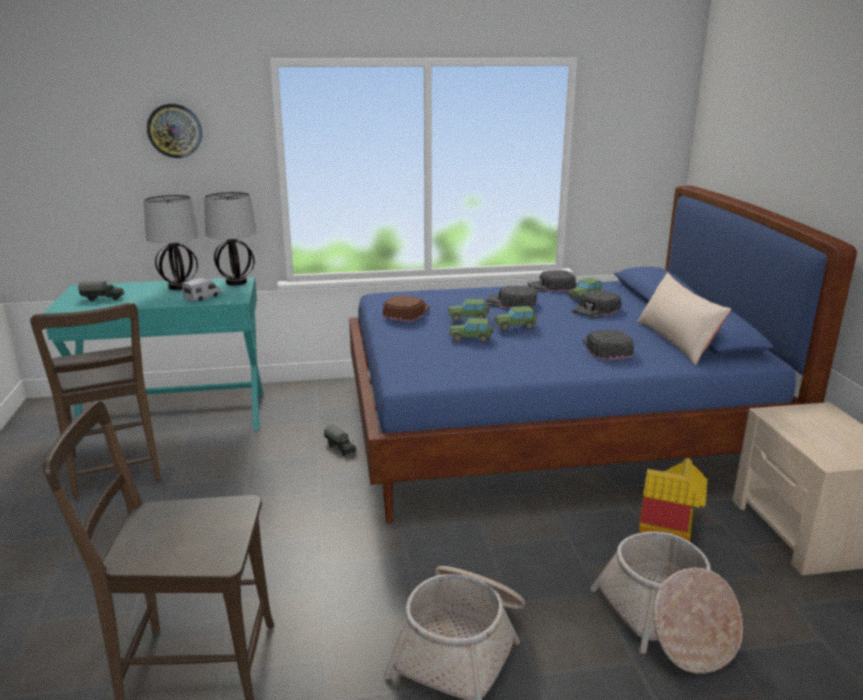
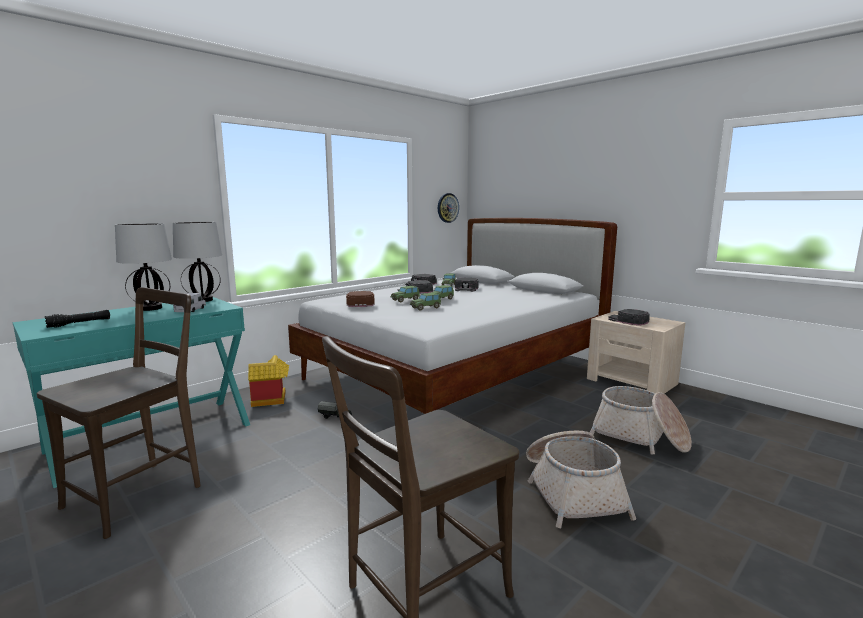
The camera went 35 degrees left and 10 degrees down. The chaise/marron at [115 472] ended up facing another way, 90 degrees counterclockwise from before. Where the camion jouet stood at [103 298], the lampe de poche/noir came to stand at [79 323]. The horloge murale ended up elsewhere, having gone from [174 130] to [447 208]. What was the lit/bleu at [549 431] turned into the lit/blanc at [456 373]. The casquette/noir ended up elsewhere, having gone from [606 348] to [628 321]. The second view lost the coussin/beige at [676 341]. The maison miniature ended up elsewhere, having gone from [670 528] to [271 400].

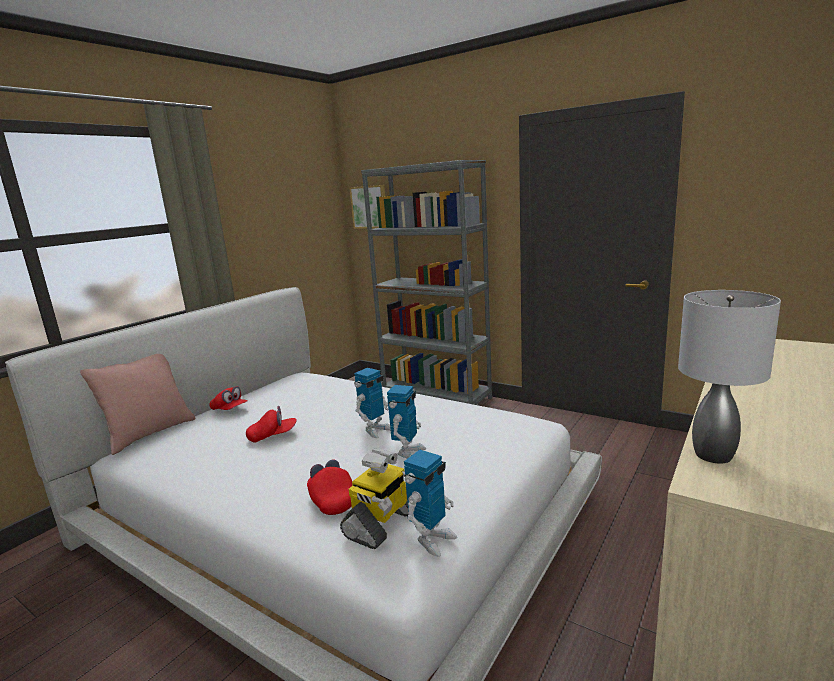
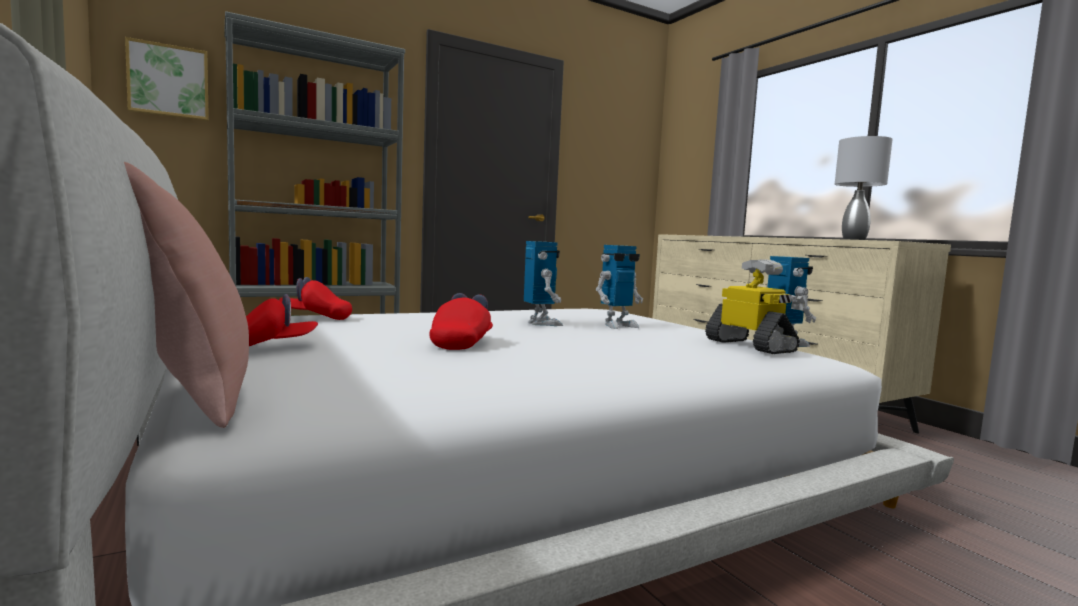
The camera went 65 degrees left and 10 degrees down. The casquette/rouge ended up elsewhere, having gone from [331 500] to [316 318]. The robot jouet at [408 453] ended up facing another way, 105 degrees clockwise from before.

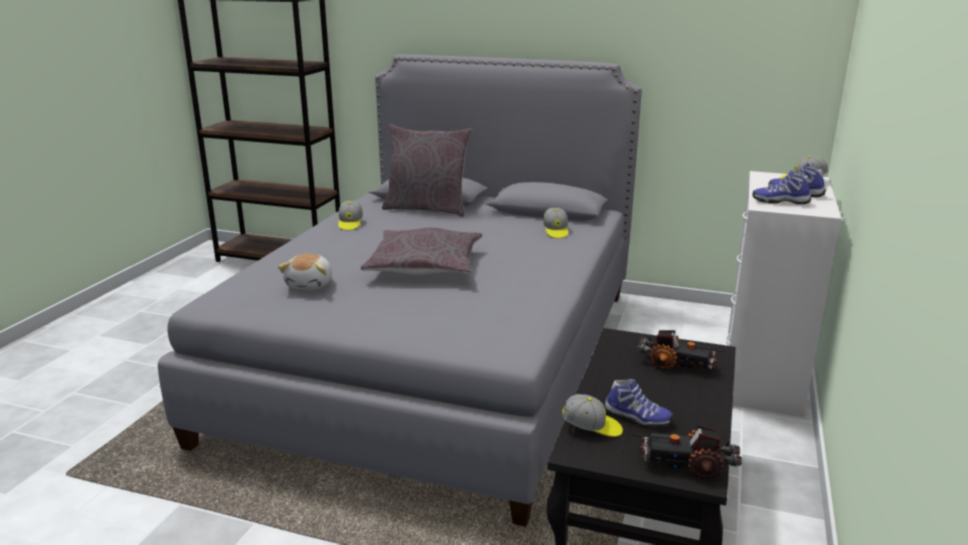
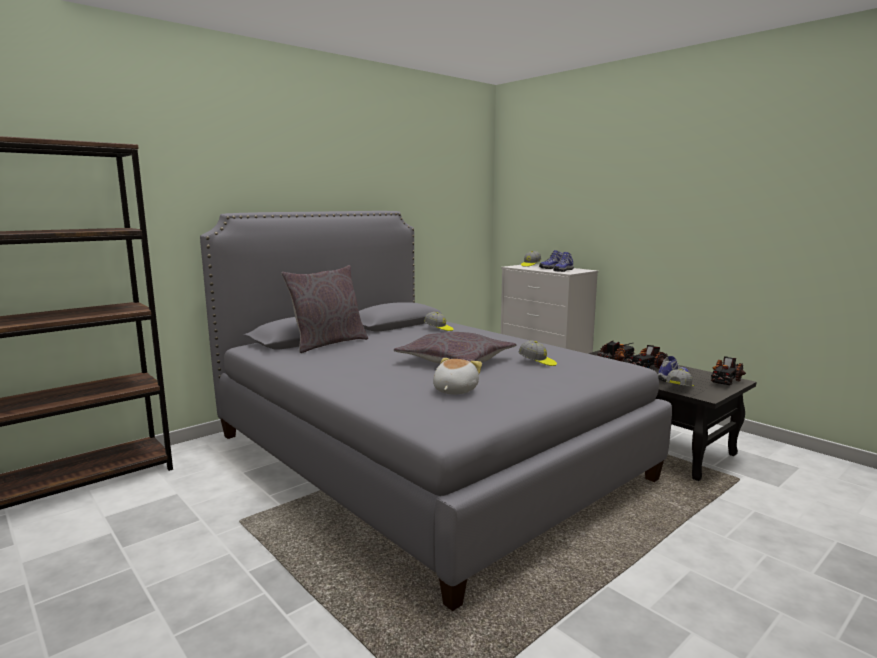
The camera went 60 degrees left and 10 degrees down. The peluche at [311 284] ended up facing another way, 105 degrees counterclockwise from before. The casquette ended up elsewhere, having gone from [350 223] to [537 362]. The second view gained the camion jouet at [646 367].

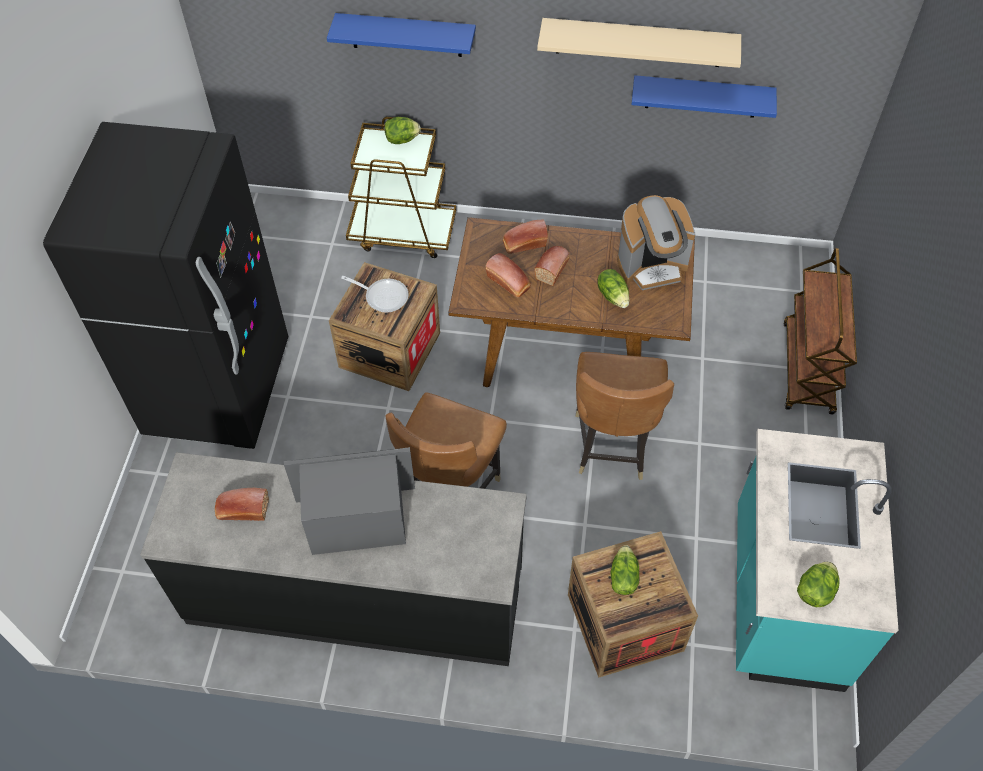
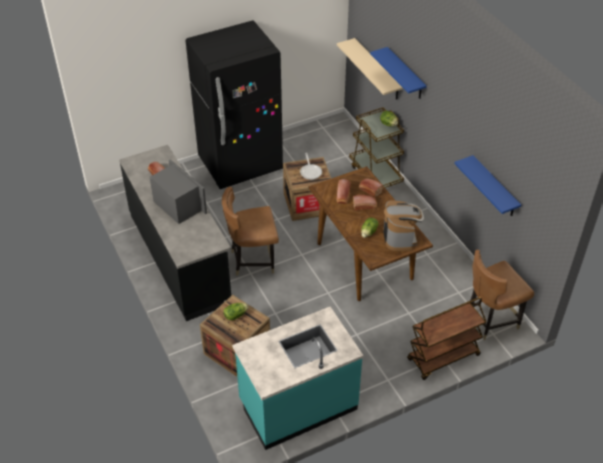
The camera went 55 degrees right and 10 degrees down. The étagère/beige ended up elsewhere, having gone from [639 42] to [377 69]. The chaise/marron ended up elsewhere, having gone from [612 445] to [490 320]. The machine à café at [652 266] ended up facing another way, 135 degrees counterclockwise from before. The second view lost the laitue at [815 591].

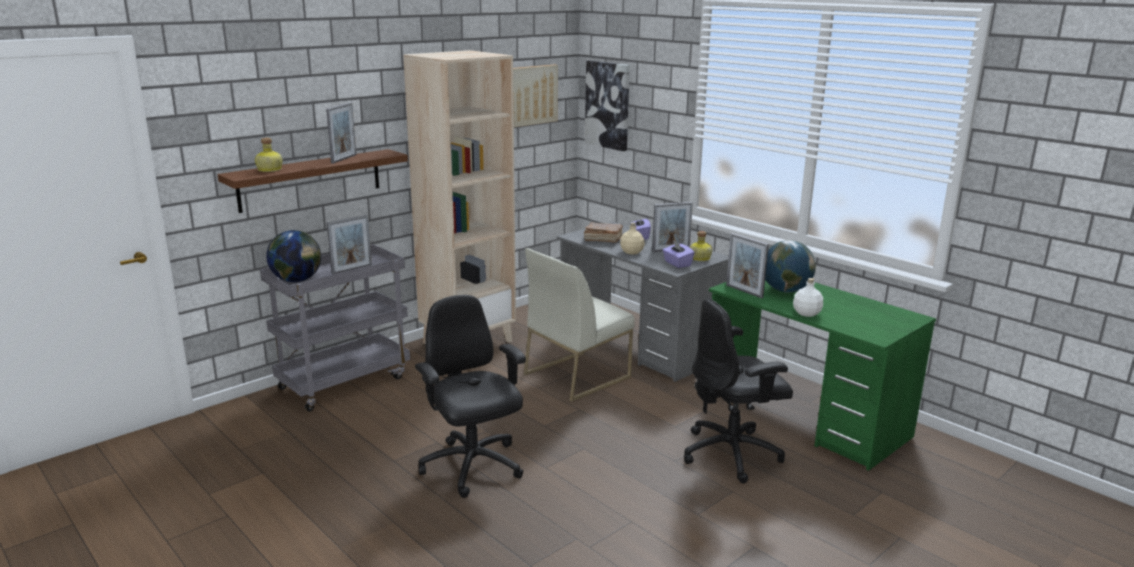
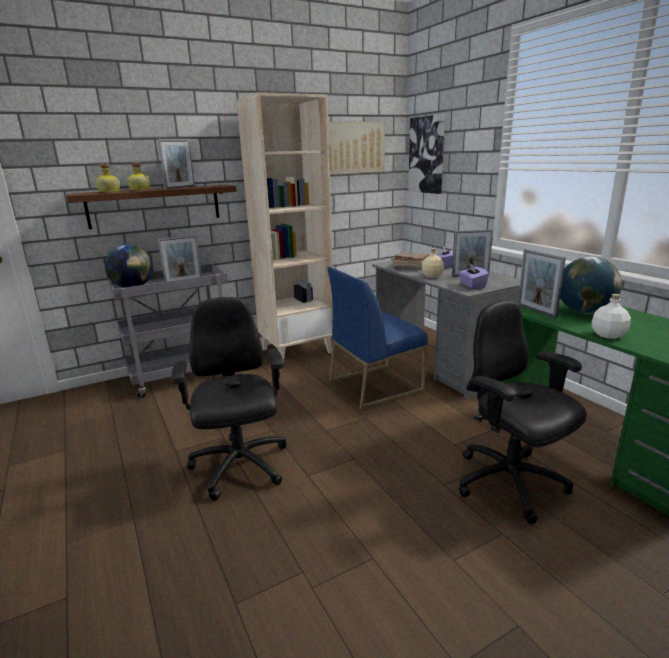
The camera went 15 degrees right and 0 degrees up. What was the chaise/blanc at [577 375] turned into the chaise/bleu at [375 385]. The chaise de bureau/noir at [732 454] ended up facing another way, 60 degrees clockwise from before. The bouteille ended up elsewhere, having gone from [699 258] to [140 190].

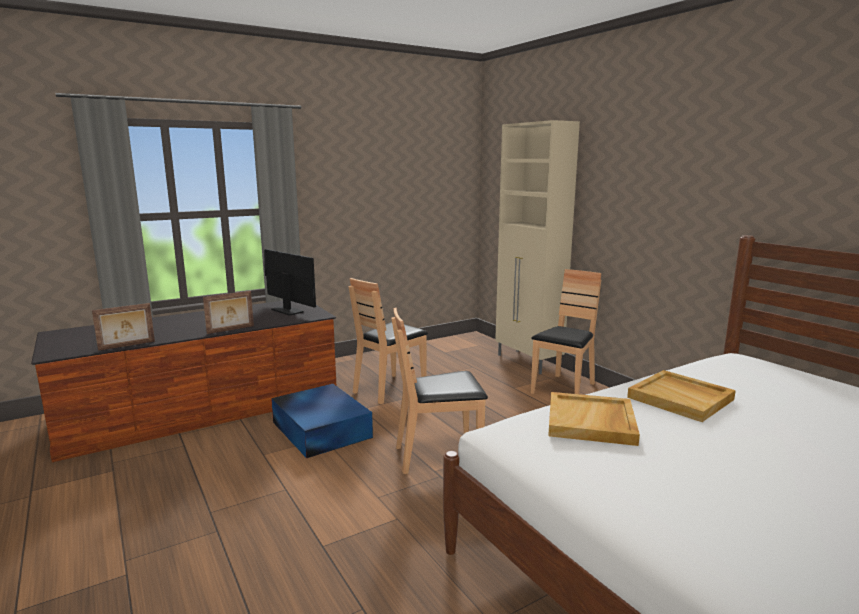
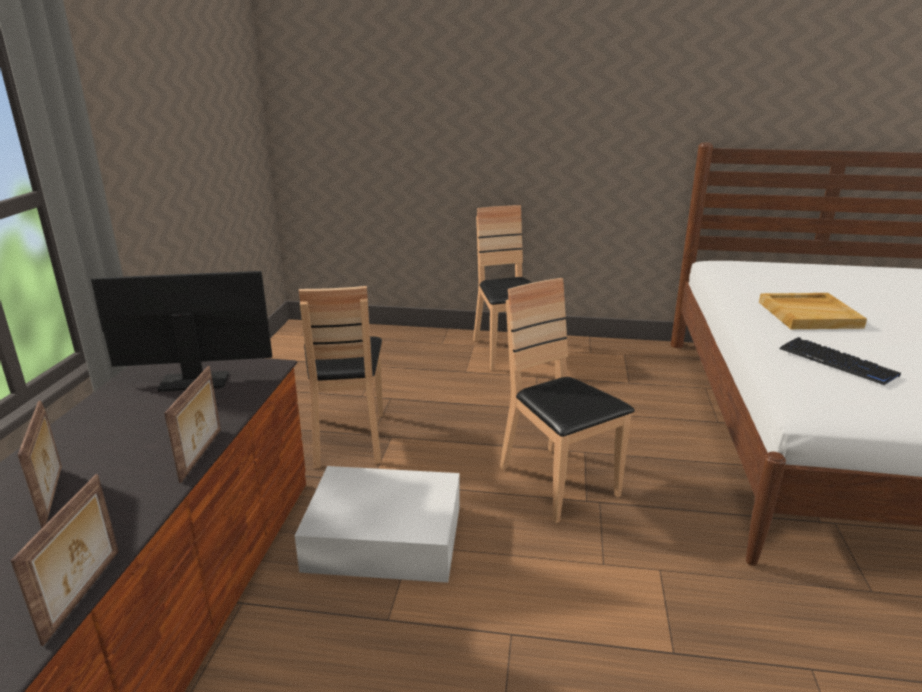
The camera went 50 degrees left and 10 degrees up. What was the boîte de rangement/bleu at [321 429] turned into the boîte de rangement/blanc at [382 536]. The chaise/marron at [439 456] ended up facing another way, 120 degrees clockwise from before. The second view lost the meuble de rangement/beige at [528 362]. Where the plateau/beige stood at [591 422], the clavier came to stand at [837 362]. The second view gained the cadre photo at [54 496].

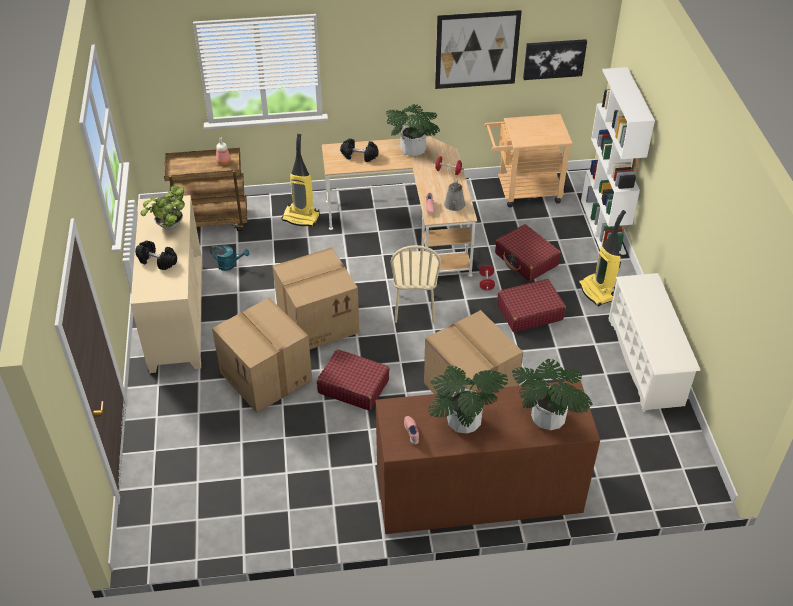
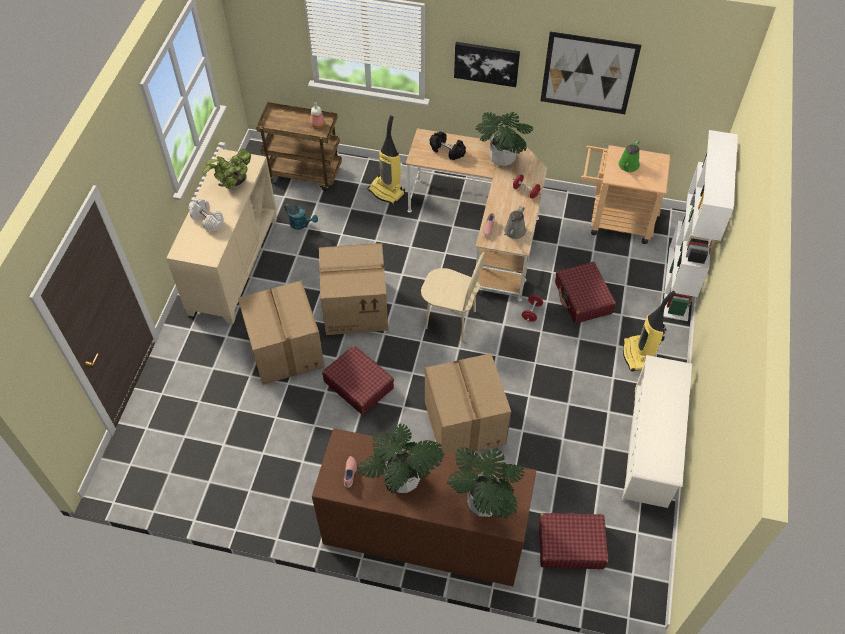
The camera went 20 degrees right and 10 degrees up. What was the haltère/noir at [157 261] turned into the haltère/blanc at [207 220]. The chaise/beige at [414 308] ended up facing another way, 90 degrees counterclockwise from before. The valise/rouge ended up elsewhere, having gone from [529 312] to [570 545]. The tableau ended up elsewhere, having gone from [554 58] to [486 63]. The second view gained the arrosoir/vert at [628 166].

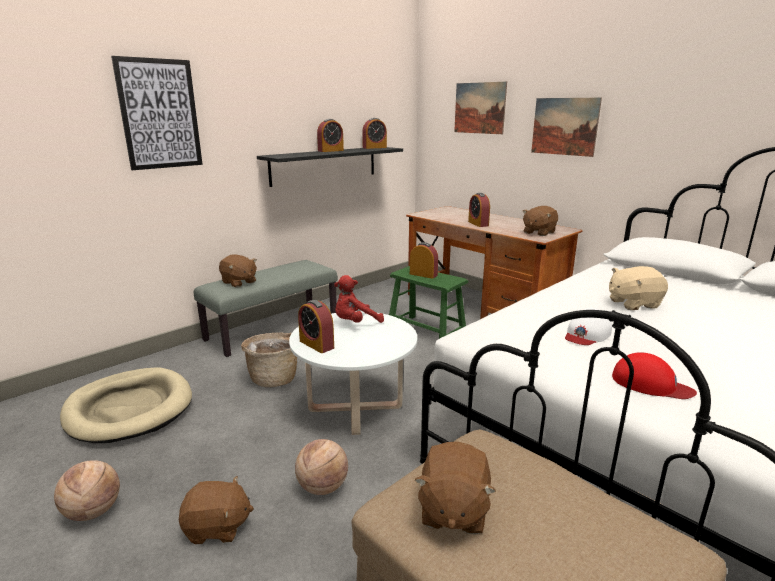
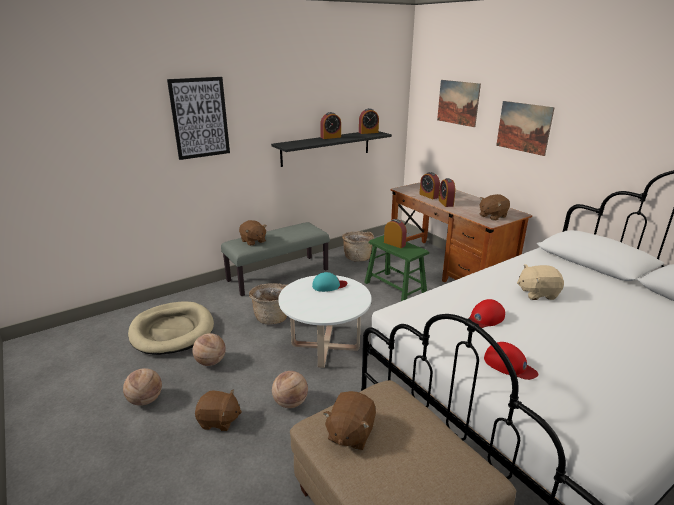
The camera went 10 degrees right and 5 degrees up. The réveil ended up elsewhere, having gone from [316 344] to [428 196]. Where the peluche/rouge stood at [355 323], the casquette/turquoise came to stand at [329 285]. What was the casquette/blanc at [586 334] turned into the casquette/rouge at [485 318]. The second view gained the ballon de basket at [211 362]. The second view gained the panier at [357 257].

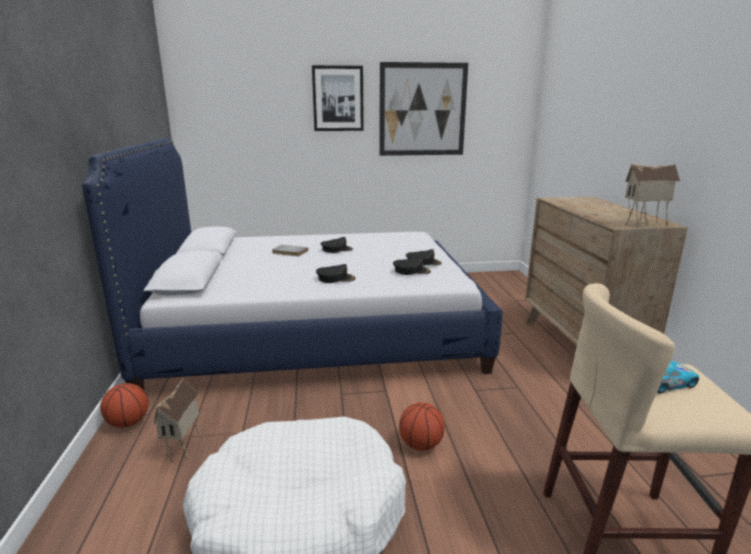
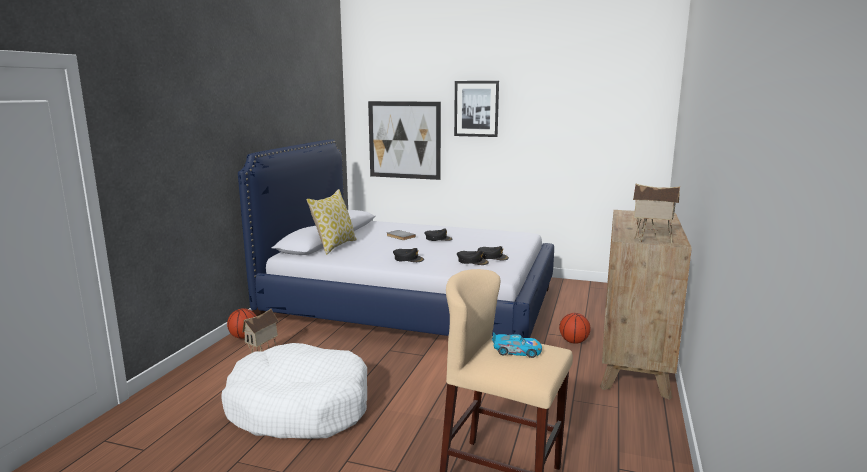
The camera went 25 degrees right and 5 degrees down. The tableau ended up elsewhere, having gone from [422 110] to [404 140]. The ballon de basket ended up elsewhere, having gone from [421 445] to [574 342]. The second view gained the coussin at [334 246].

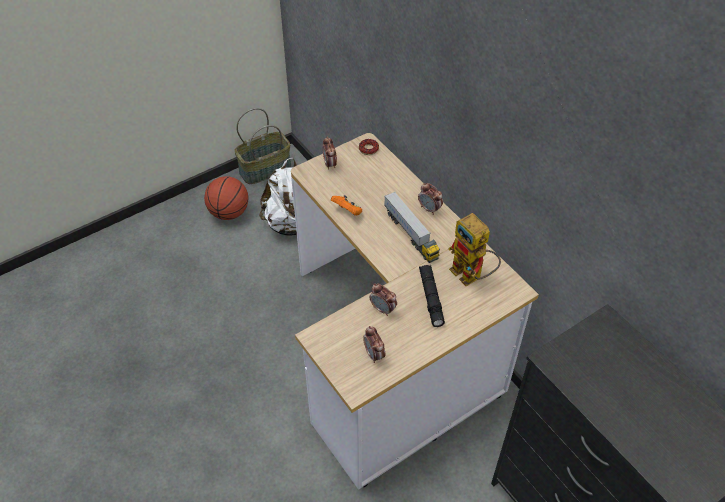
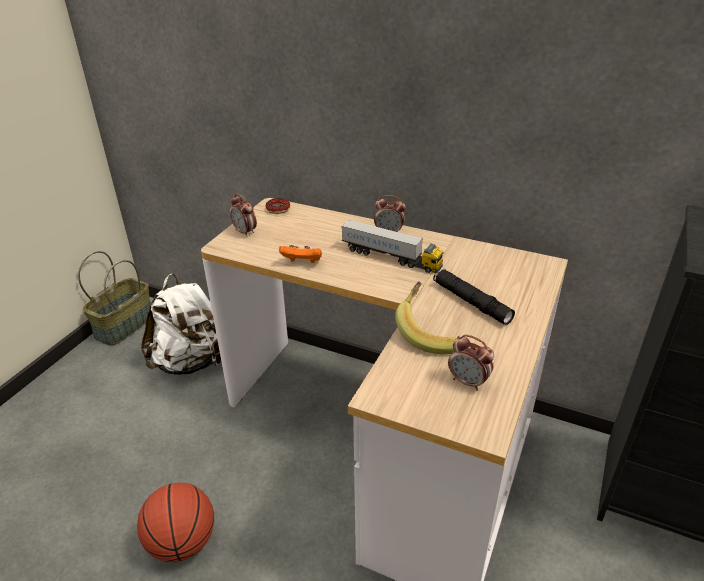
The camera went 30 degrees left and 15 degrees down. The ballon de basket ended up elsewhere, having gone from [229 213] to [183 542]. Where the réveil stood at [383 309], the banane came to stand at [431 333]. The second view lost the robot jouet at [471 276].

